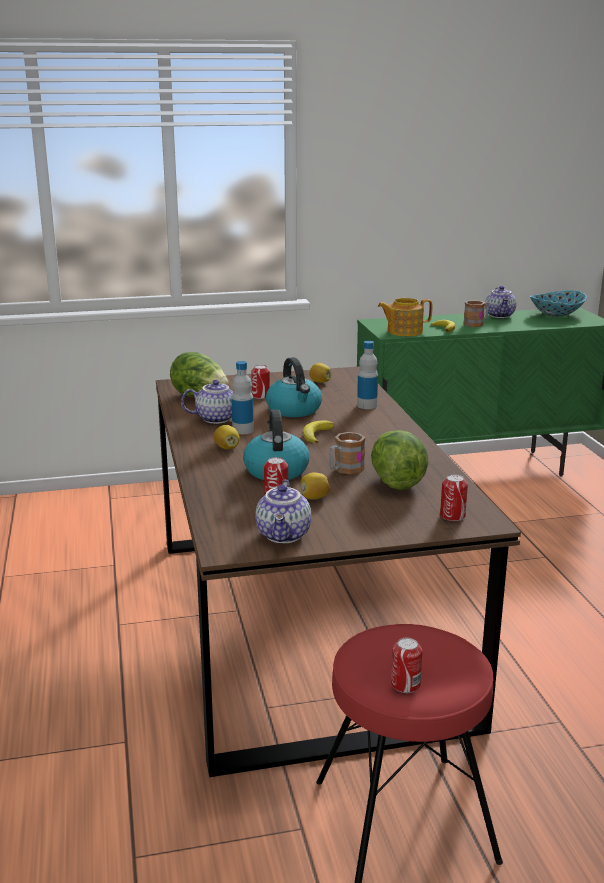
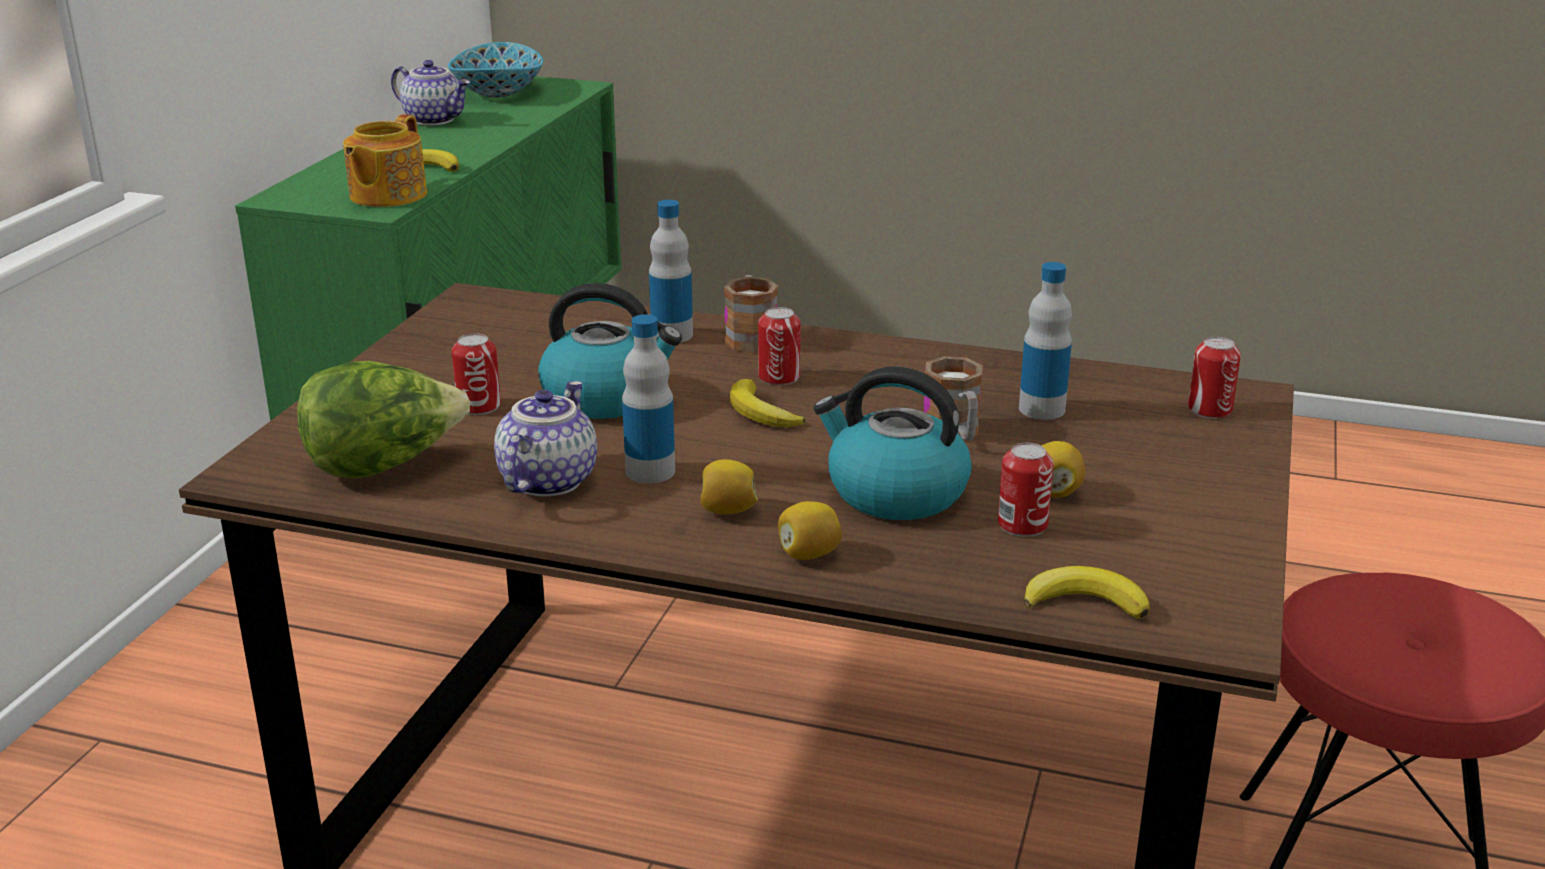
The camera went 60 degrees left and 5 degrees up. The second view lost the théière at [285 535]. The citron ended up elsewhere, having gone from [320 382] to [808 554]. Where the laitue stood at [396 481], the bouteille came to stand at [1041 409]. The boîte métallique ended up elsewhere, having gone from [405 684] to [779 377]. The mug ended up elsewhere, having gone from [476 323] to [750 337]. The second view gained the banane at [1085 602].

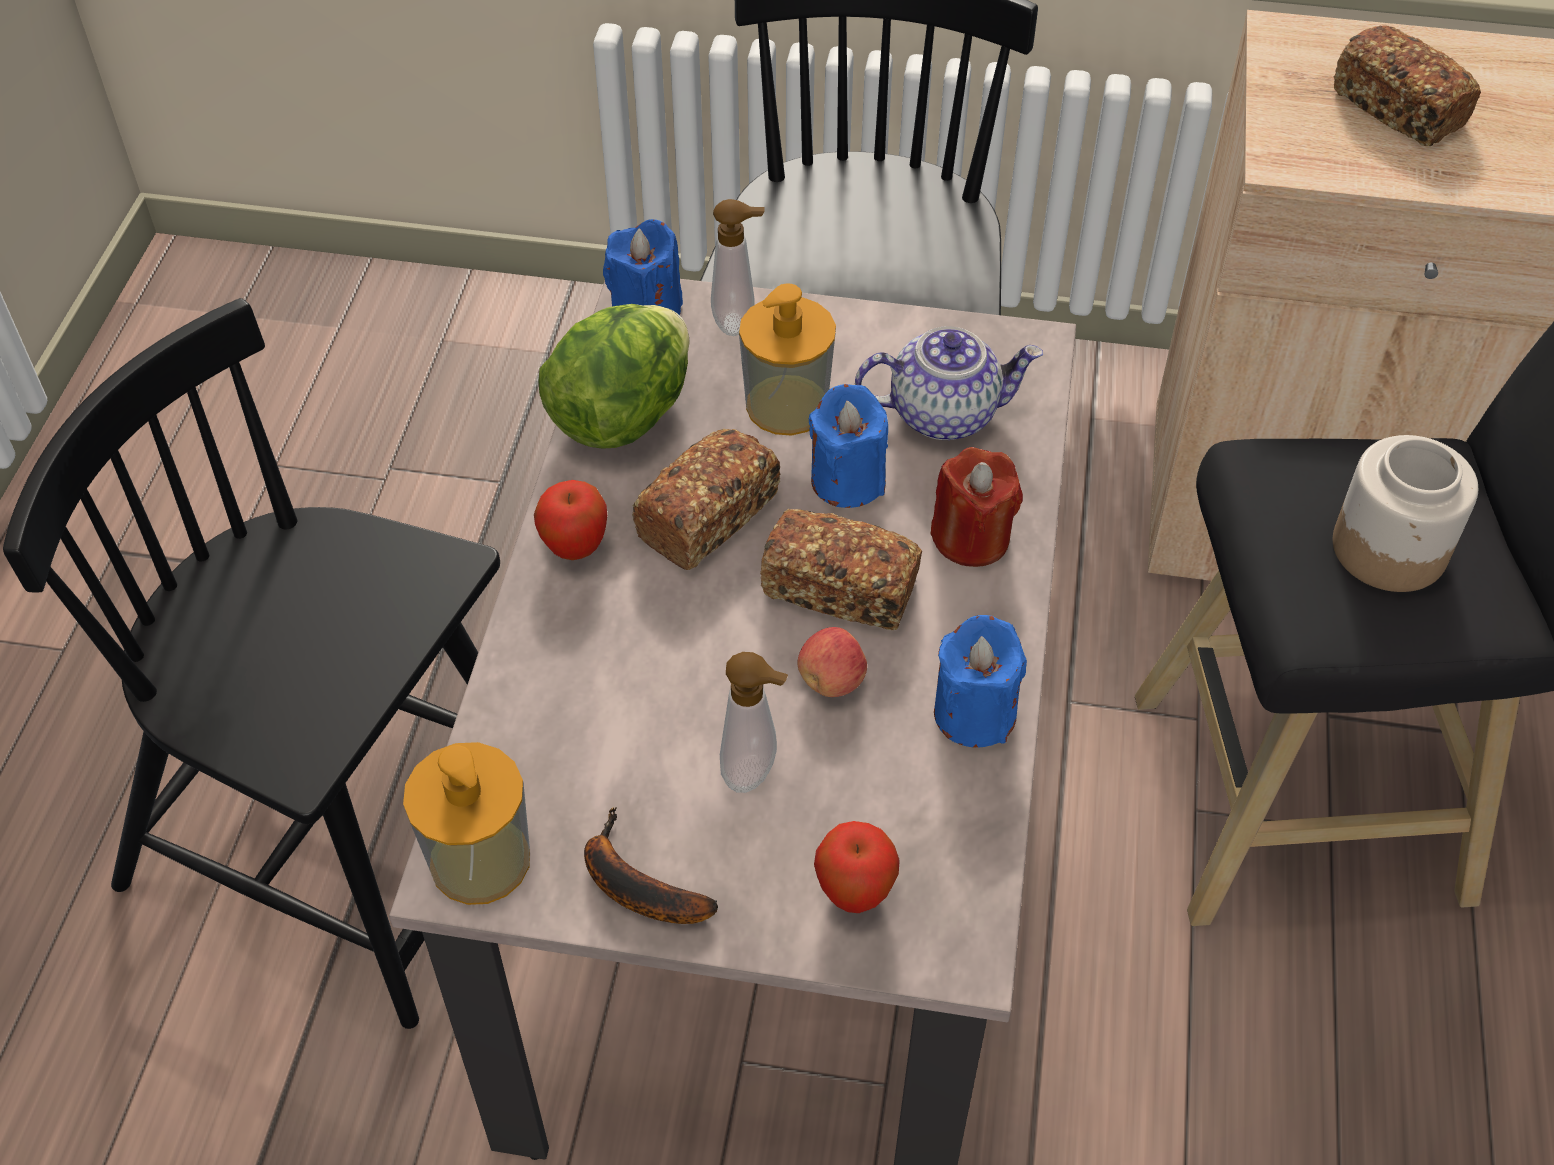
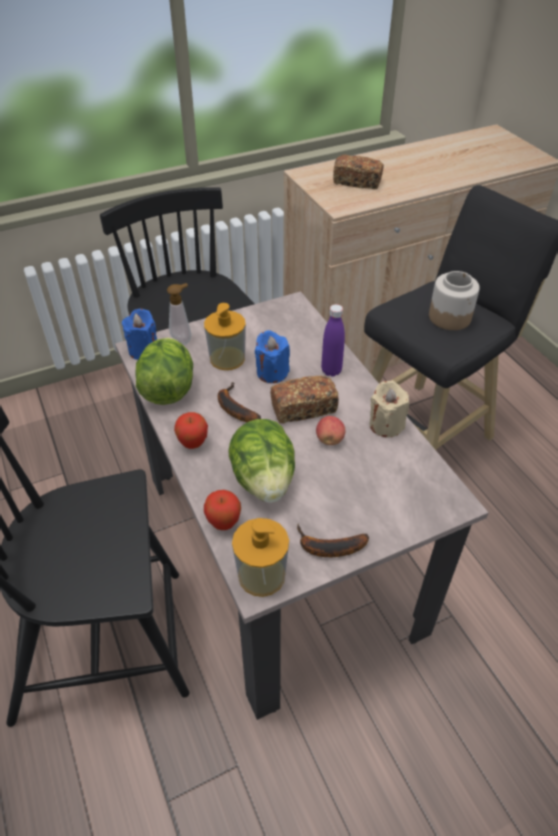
The camera went 35 degrees left and 5 degrees down. Where the pain stood at [708 517], the banane came to stand at [233 408]. The second view lost the distributeur de savon at [754 772]. The pomme ended up elsewhere, having gone from [854 893] to [224 523]. The second view lost the théière at [944 412]. Where the bougie/rouge stood at [971 538], the bouteille/violet came to stand at [331 371]. What was the bougie/bleu at [974 713] turned into the bougie/beige at [386 425]. The second view gained the laitue at [263 479].

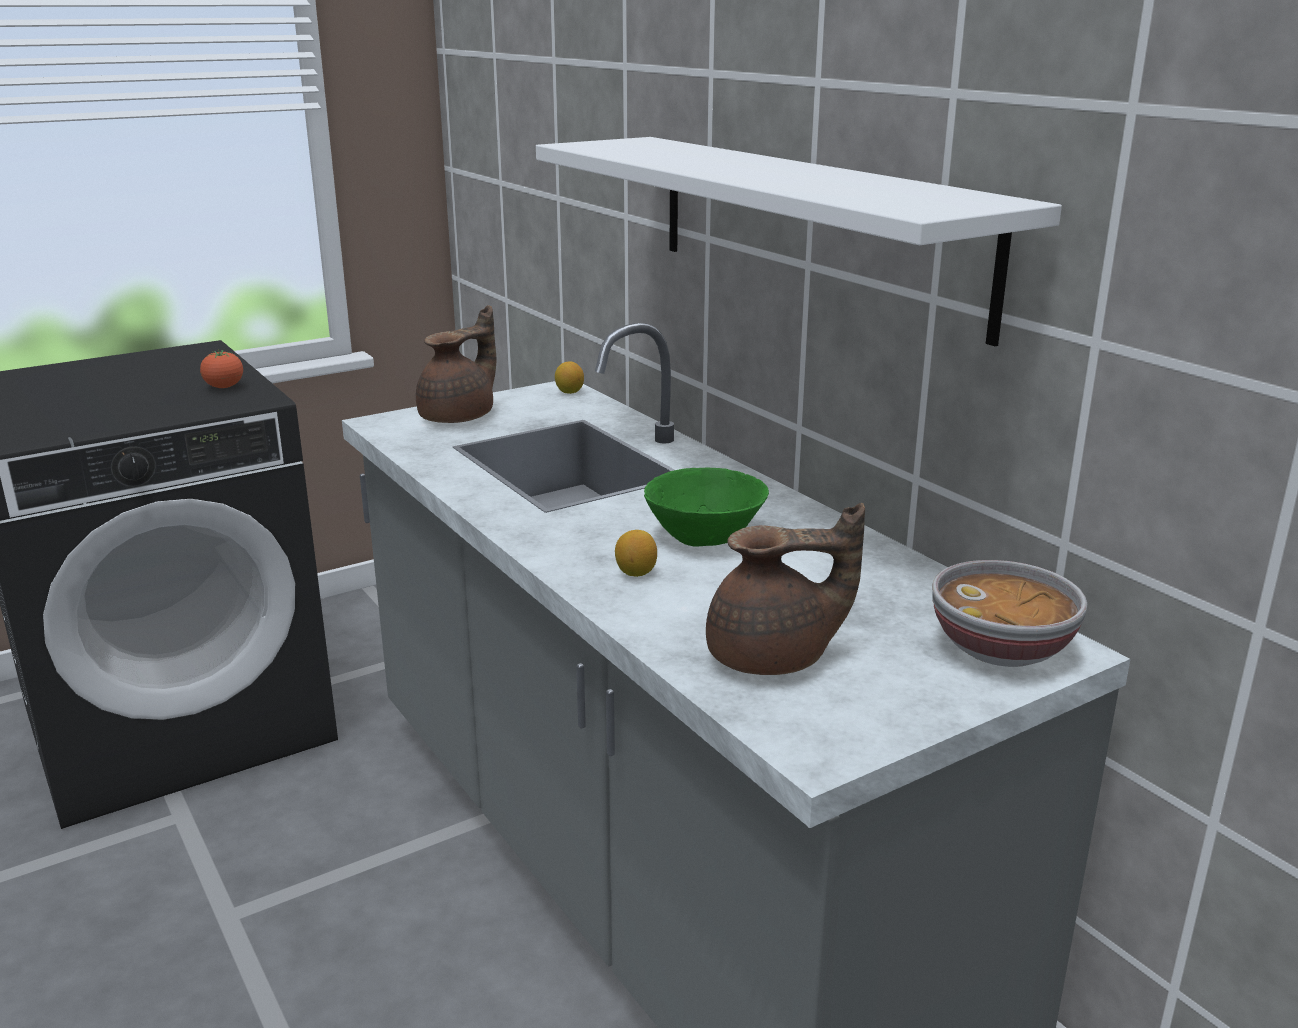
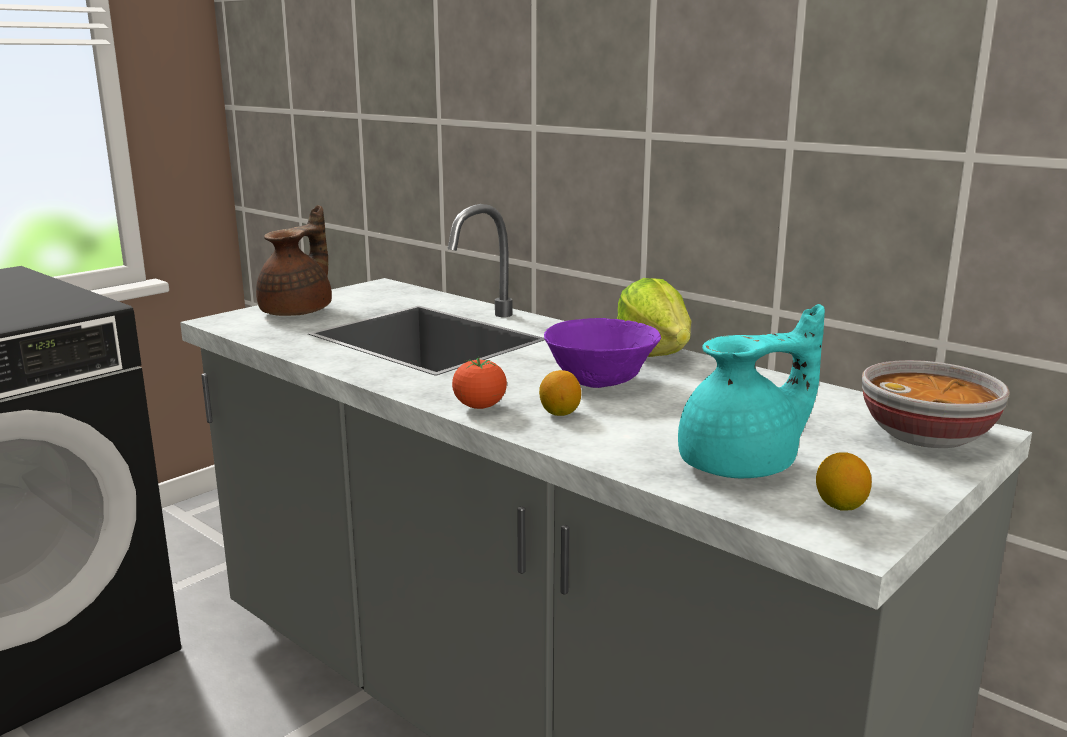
The camera went 15 degrees left and 5 degrees down. The tomate ended up elsewhere, having gone from [224 387] to [480 407]. The second view lost the étagère/blanc at [812 228]. The citron ended up elsewhere, having gone from [569 392] to [840 506]. What was the bol/vert at [706 538] turned into the bol/violet at [602 381]. What was the théière/marron at [773 658] turned into the théière/turquoise at [743 466]. The second view gained the laitue at [654 352].

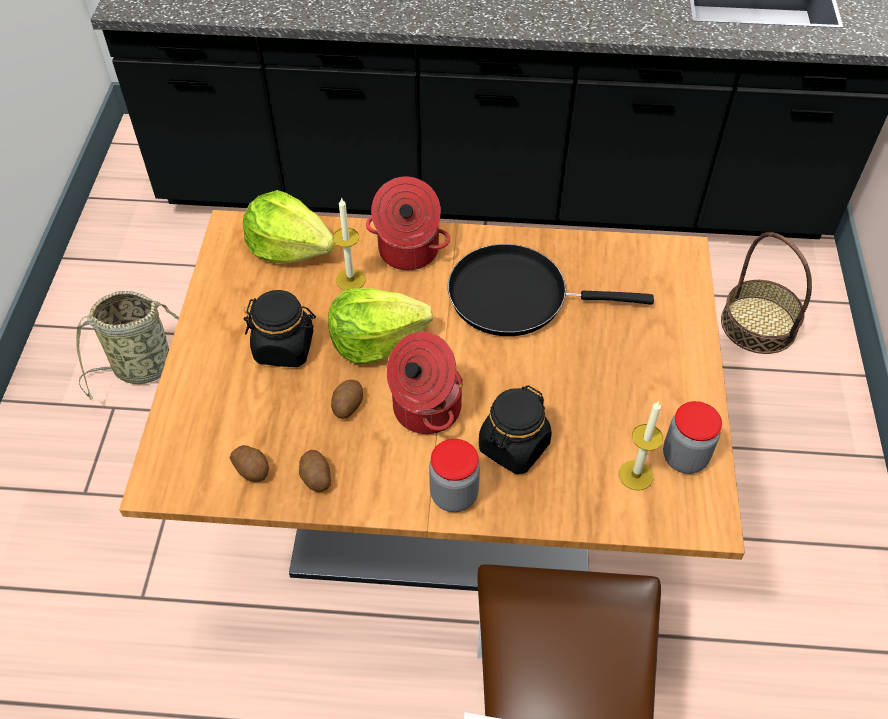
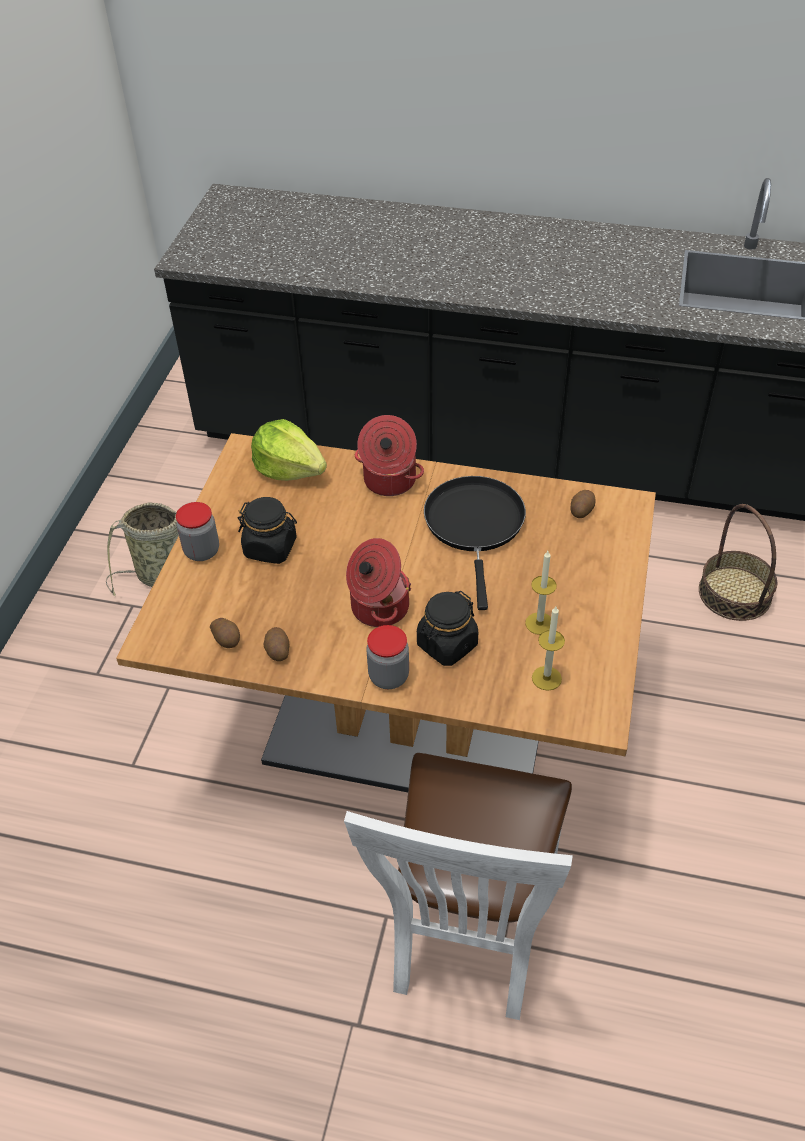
The camera went 10 degrees right and 5 degrees down. The second view lost the laitue at [376 340]. The pomme de terre ended up elsewhere, having gone from [347 405] to [581 510]. The bougie ended up elsewhere, having gone from [350 280] to [539 623]. The poêle/noir at [516 296] ended up facing another way, 75 degrees clockwise from before. The bocal ended up elsewhere, having gone from [684 457] to [202 551].

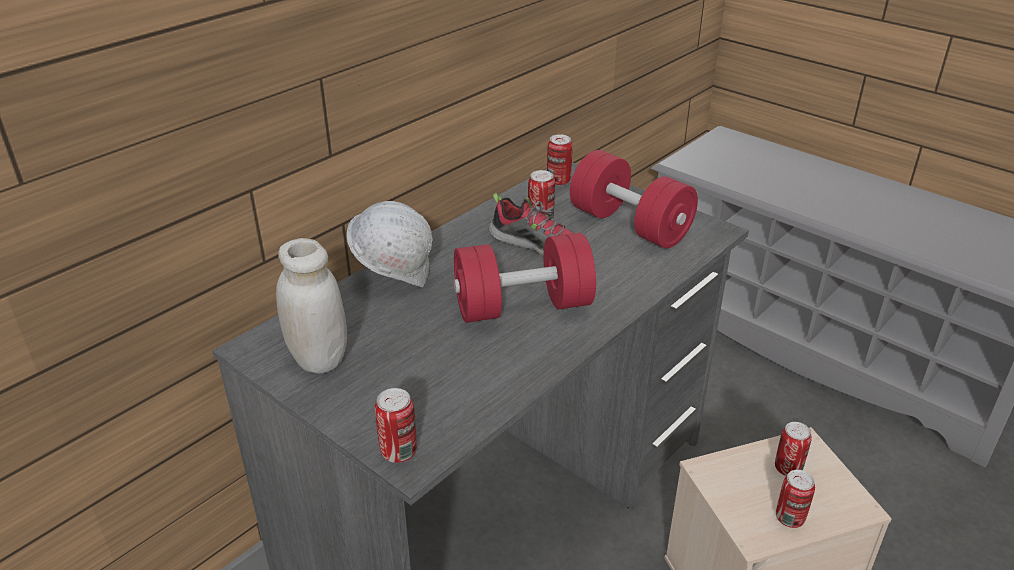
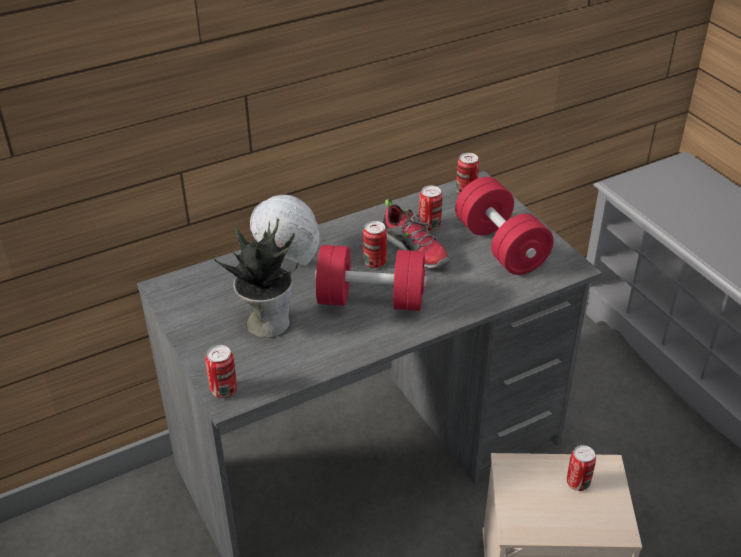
The camera went 20 degrees right and 5 degrees up. The second view lost the bocal/blanc at [318 359]. The boîte métallique ended up elsewhere, having gone from [789 518] to [375 262]. The second view gained the plante en pot at [267 322].

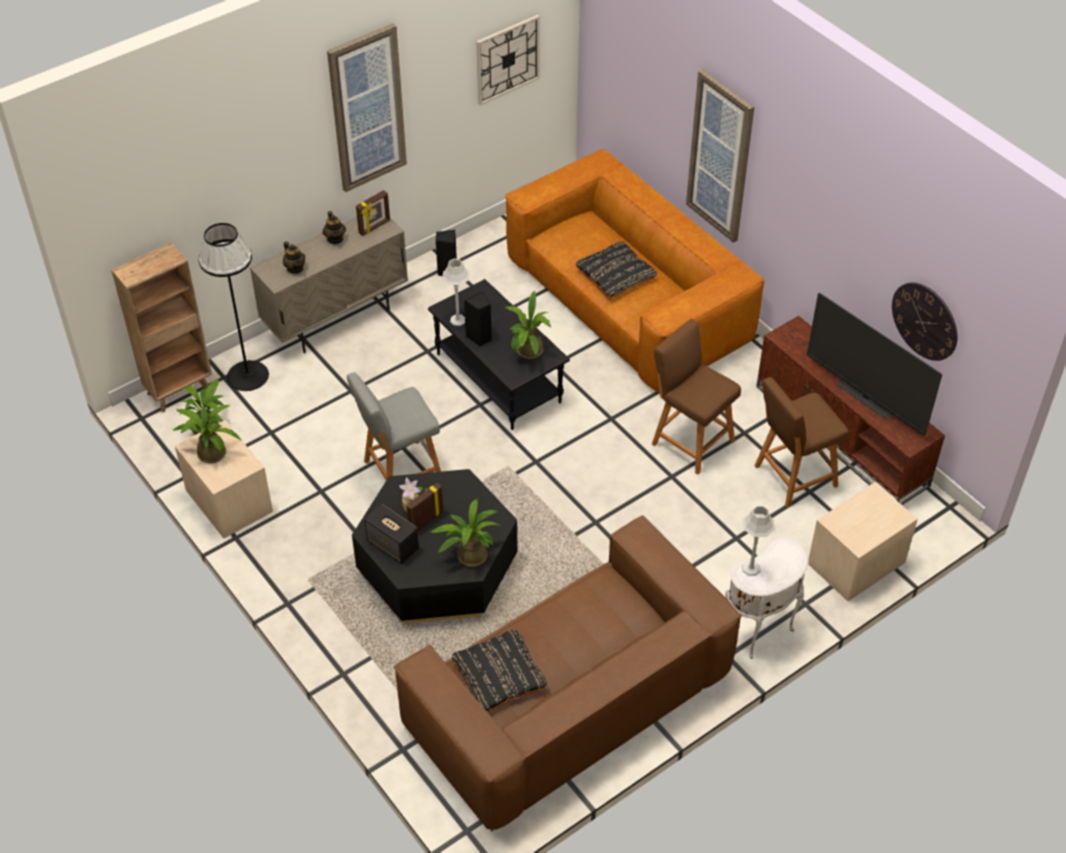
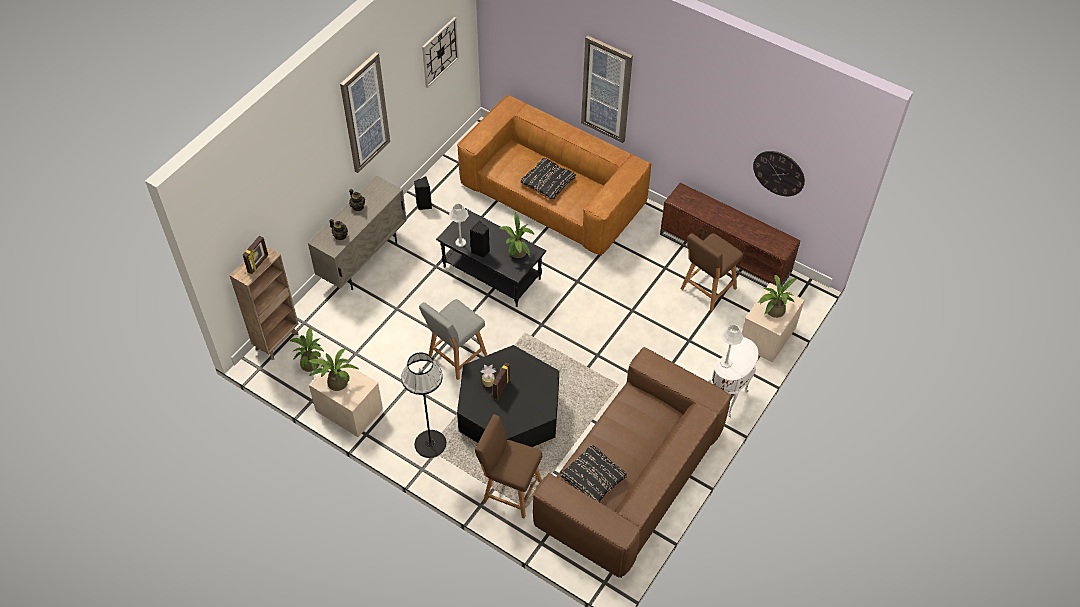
The camera went 20 degrees left and 5 degrees up. The lampadaire/noir ended up elsewhere, having gone from [247 375] to [430 444]. The cadre photo ended up elsewhere, having gone from [375 227] to [258 264]. The second view lost the enceinte at [393 545]. The plante en pot ended up elsewhere, having gone from [468 555] to [772 311]. The tabouret/marron ended up elsewhere, having gone from [689 440] to [509 490]. The second view lost the téléviseur at [864 398].

